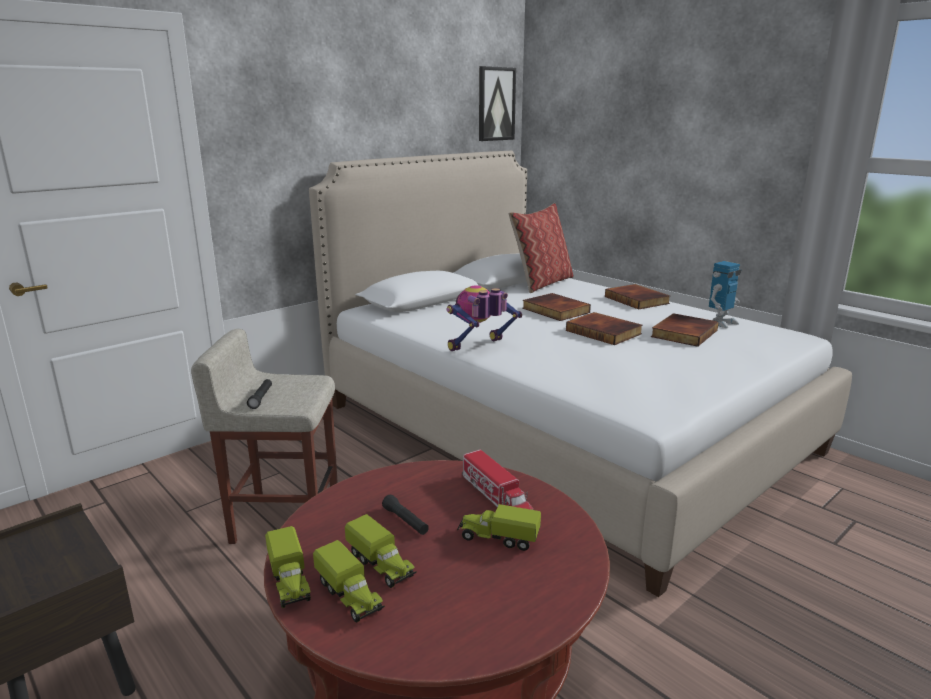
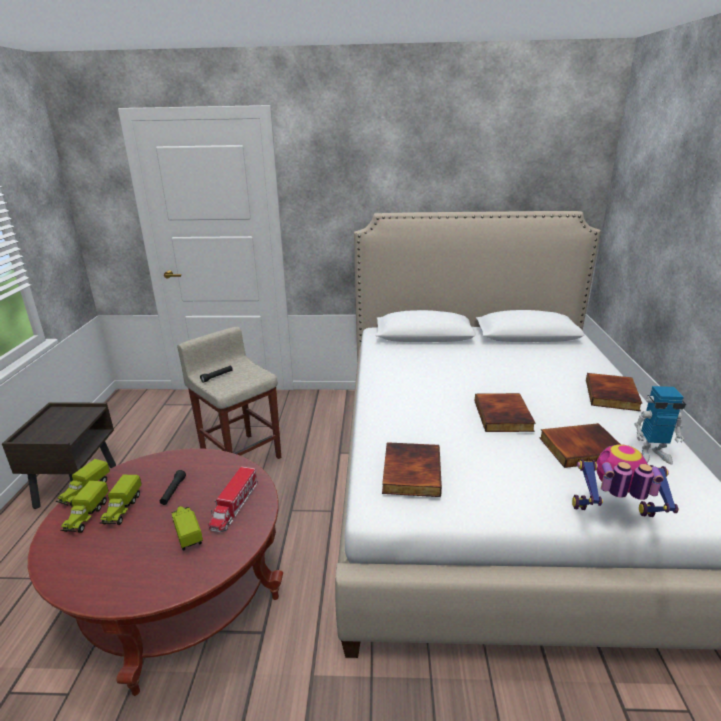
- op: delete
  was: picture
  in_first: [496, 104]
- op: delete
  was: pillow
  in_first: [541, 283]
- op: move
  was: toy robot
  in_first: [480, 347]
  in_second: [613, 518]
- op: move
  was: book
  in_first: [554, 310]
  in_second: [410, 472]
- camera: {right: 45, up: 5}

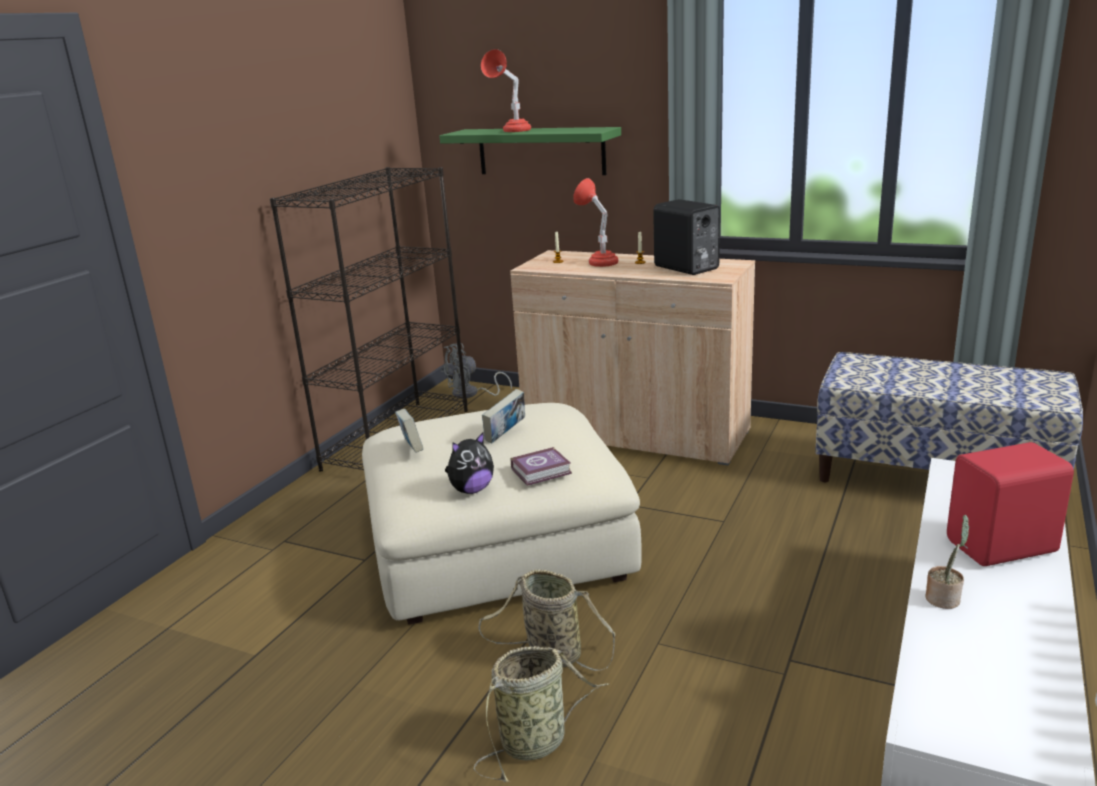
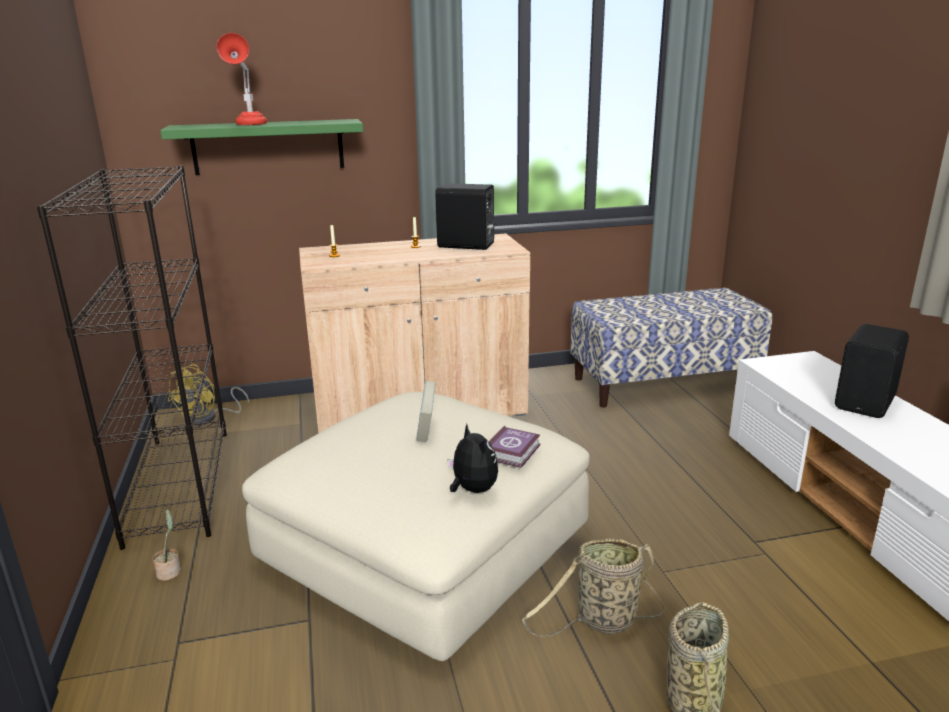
- op: delete
  was: book
  in_first: [411, 449]
- op: delete
  was: red table lamp
  in_first: [598, 262]
- op: move
  was: potted plant
  in_first: [944, 598]
  in_second: [170, 571]
- op: recolor
  was: grey fan
  now: yellow fan
  in_first: [471, 394]
  in_second: [208, 418]
- op: recolor
  was: red speaker
  now: black speaker
  in_first: [1004, 547]
  in_second: [867, 403]
- op: rotate
  was: plush toy
  in_first: [471, 490]
  in_second: [472, 490]
  clockwise: -45
- camera: {right: -40, up: 0}

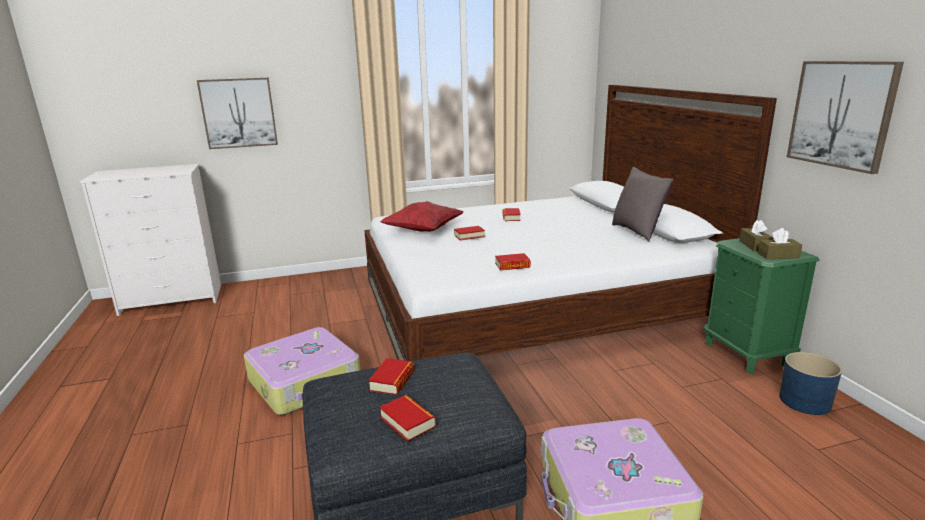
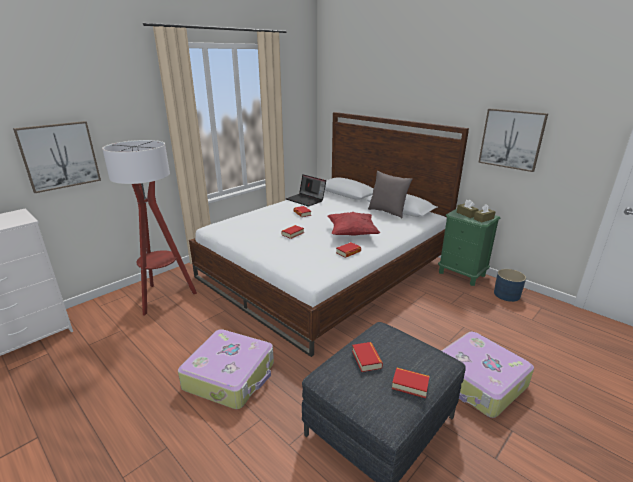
- op: insert
  now: floor lamp
  in_second: [164, 297]
- op: insert
  now: laptop
  in_second: [306, 200]
- op: move
  was: red pillow
  in_first: [423, 230]
  in_second: [352, 234]
- camera: {right: -30, up: 5}

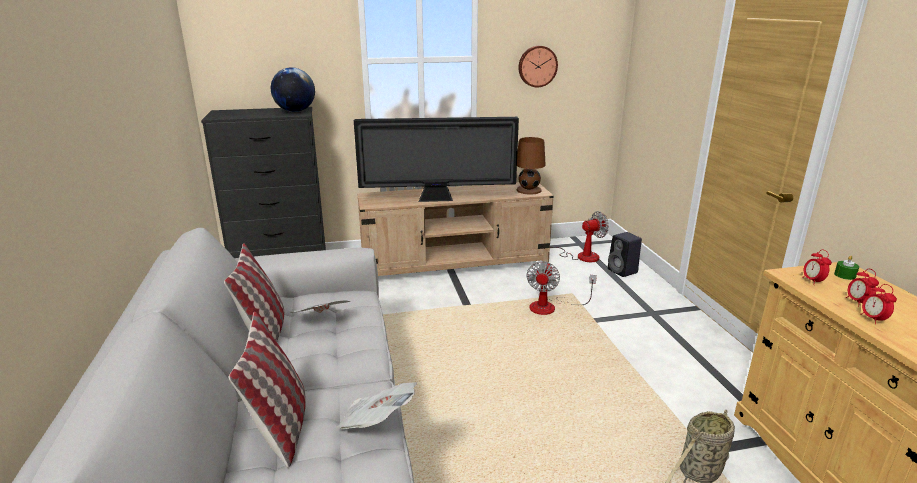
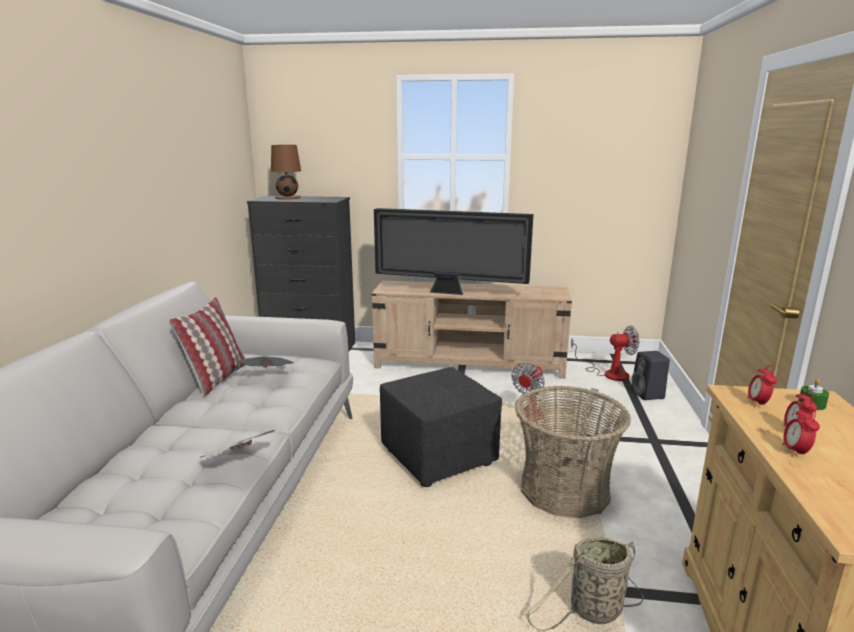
- op: delete
  was: pillow
  in_first: [281, 427]
- op: delete
  was: globe
  in_first: [295, 111]
- op: delete
  was: wall clock
  in_first: [537, 66]
- op: insert
  now: black ottoman
  in_second: [438, 457]
- op: insert
  now: basket
  in_second: [564, 491]
- op: move
  was: brown table lamp
  in_first: [529, 190]
  in_second: [288, 198]
- camera: {right: 20, up: -5}

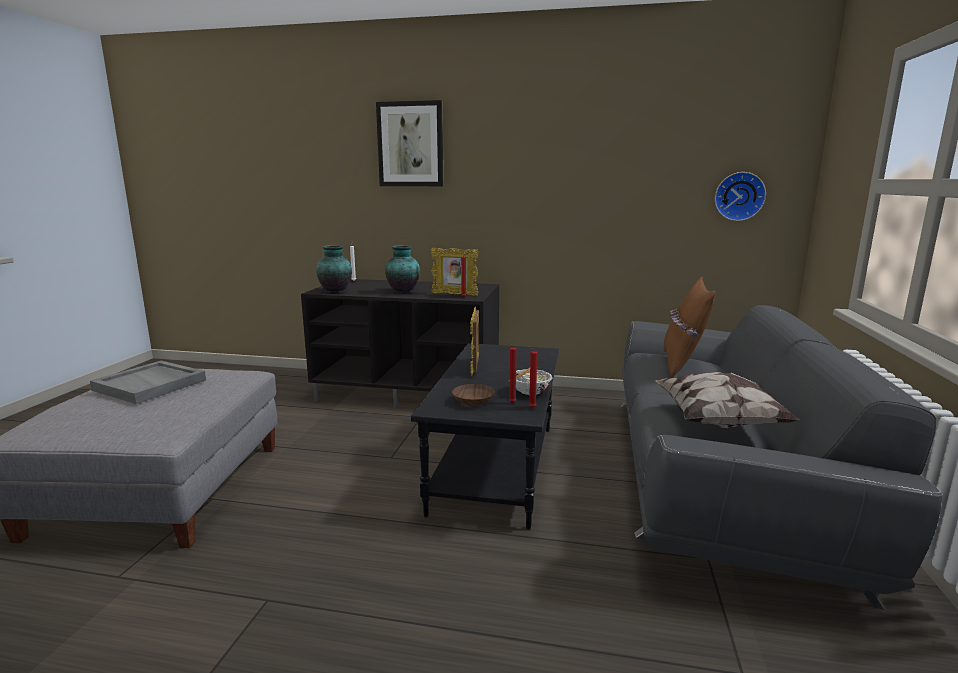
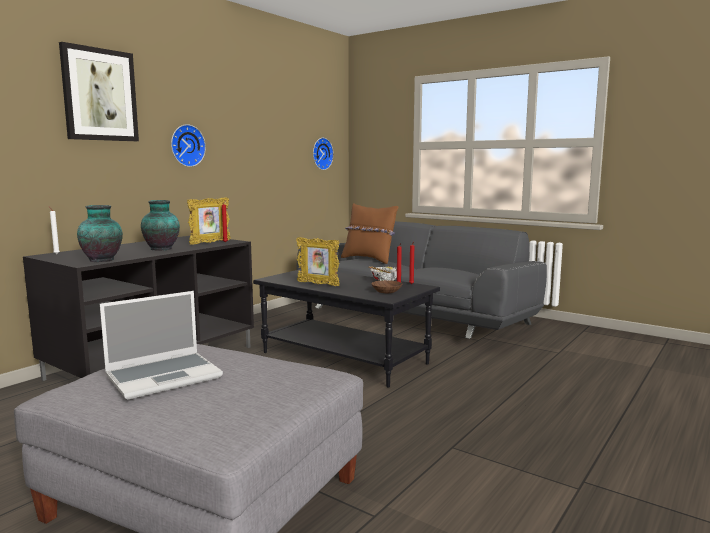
- op: delete
  was: pillow
  in_first: [719, 421]
- op: insert
  now: wall clock
  in_second: [186, 145]
- op: replace
  was: grey tray
  now: laptop
  in_first: [151, 385]
  in_second: [165, 376]
- camera: {right: -65, up: -5}

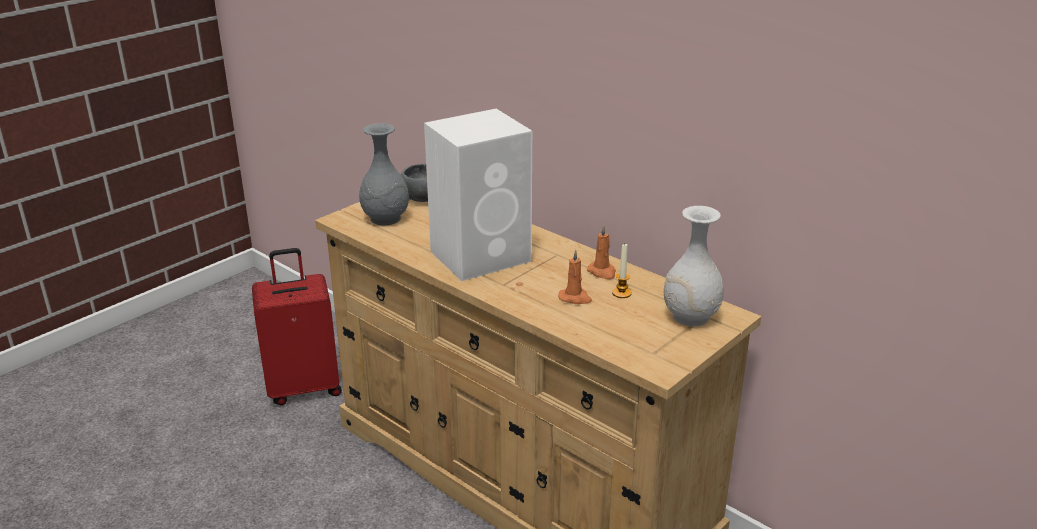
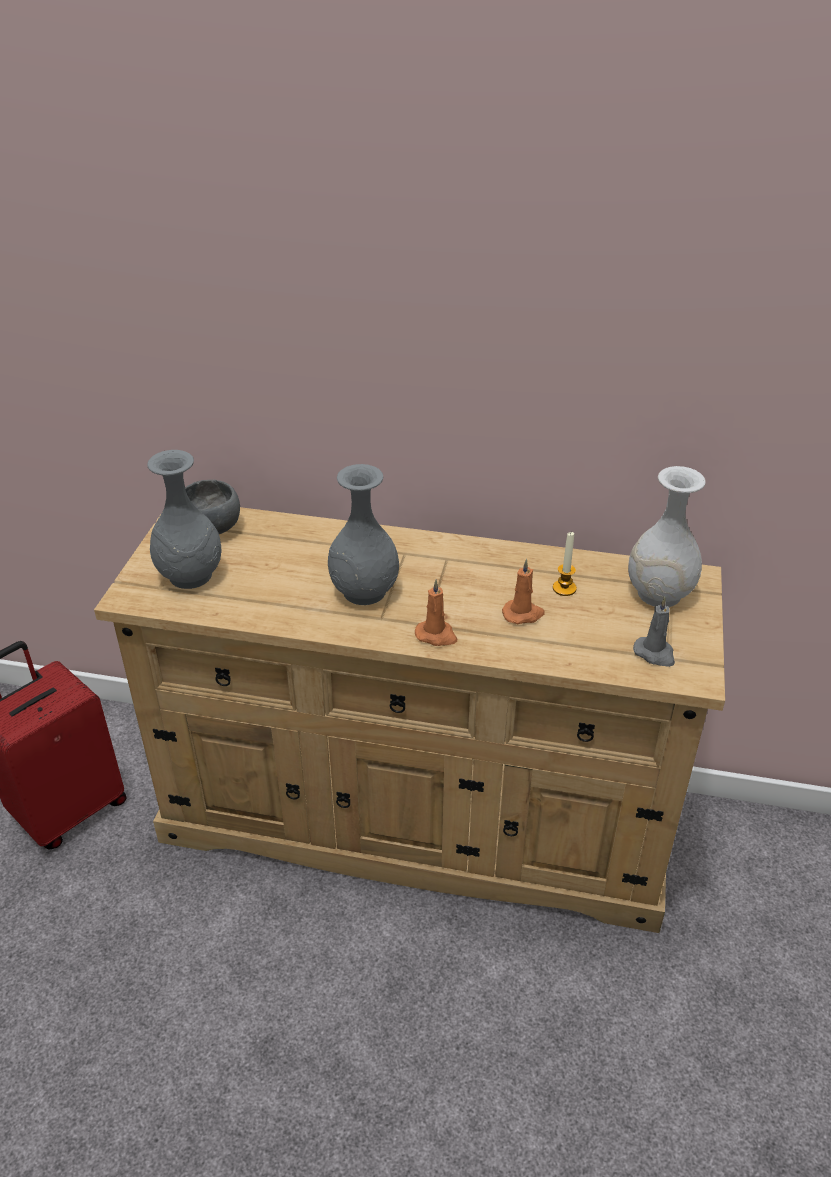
- op: insert
  now: grey candle
  in_second: [655, 654]
- op: move
  was: orange candle
  in_first: [602, 272]
  in_second: [436, 635]
- op: replace
  was: white speaker
  now: grey vase
  in_first: [482, 255]
  in_second: [364, 591]
- camera: {right: -30, up: 10}

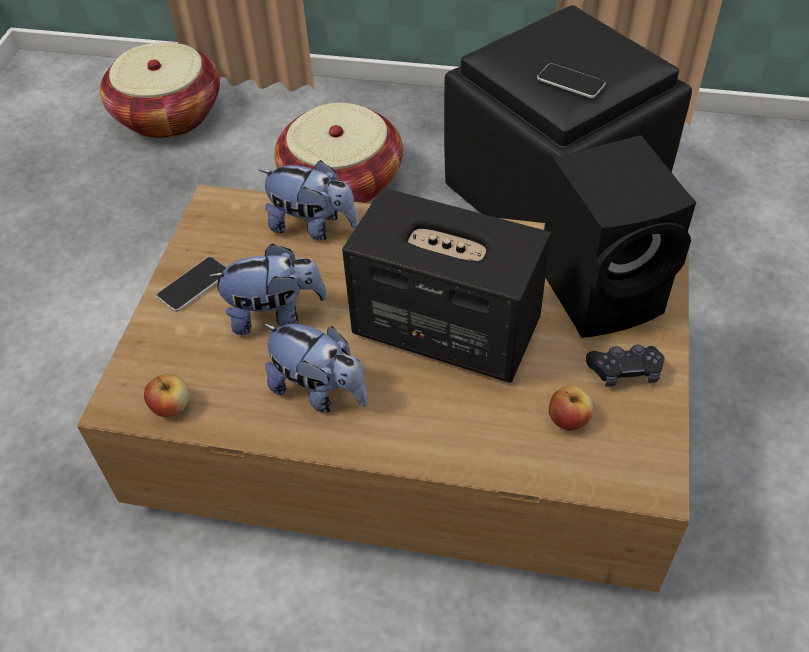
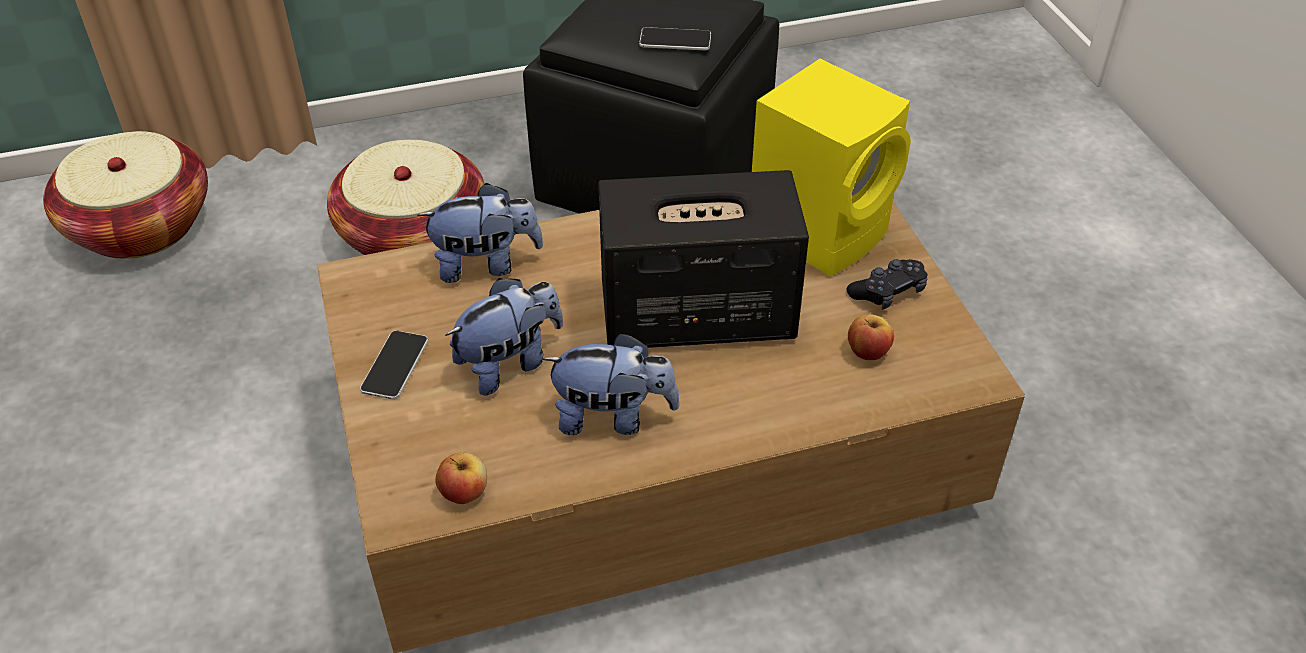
- op: recolor
  was: black speaker
  now: yellow speaker
  in_first: [605, 291]
  in_second: [822, 229]
- camera: {right: -30, up: -5}

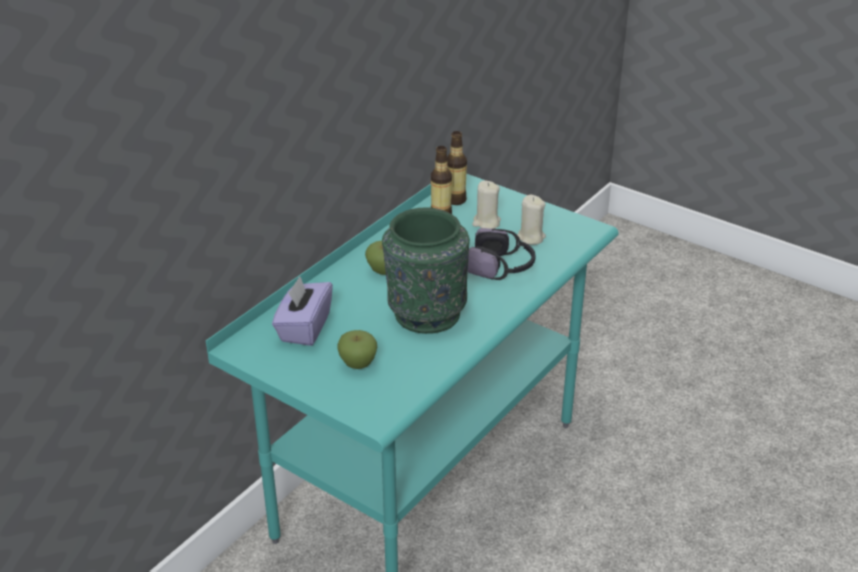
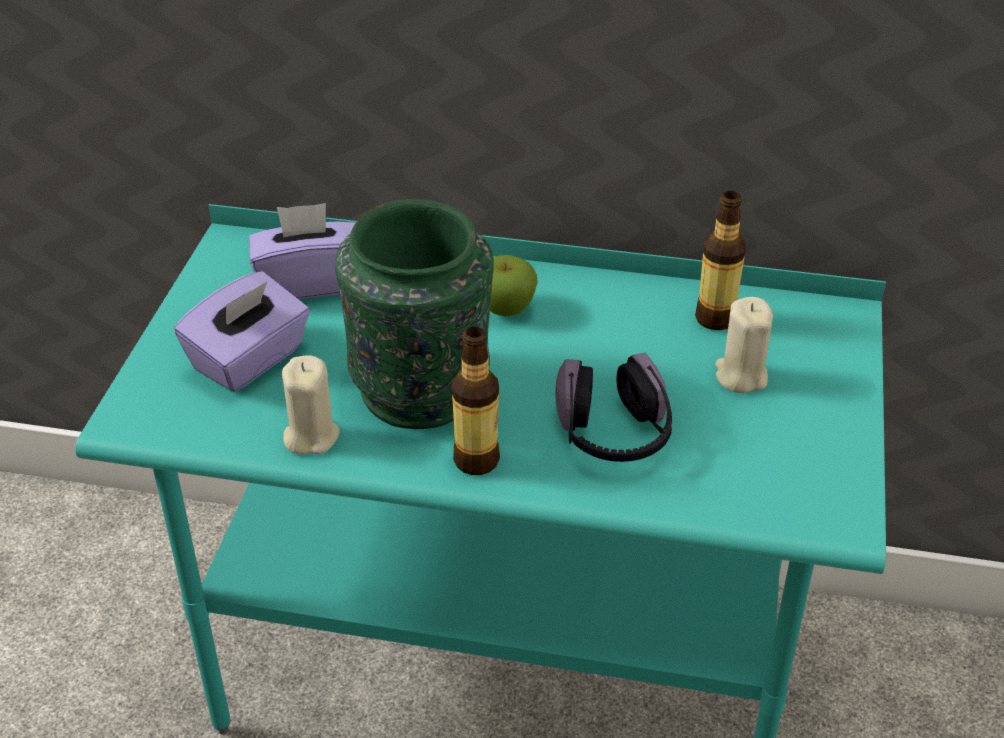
- op: move
  was: bottle
  in_first: [455, 200]
  in_second: [476, 460]
- op: move
  was: beige candle
  in_first: [530, 237]
  in_second: [311, 436]
- op: replace
  was: apple
  now: purple tissue box
  in_first: [358, 364]
  in_second: [250, 360]
- camera: {right: 65, up: 5}

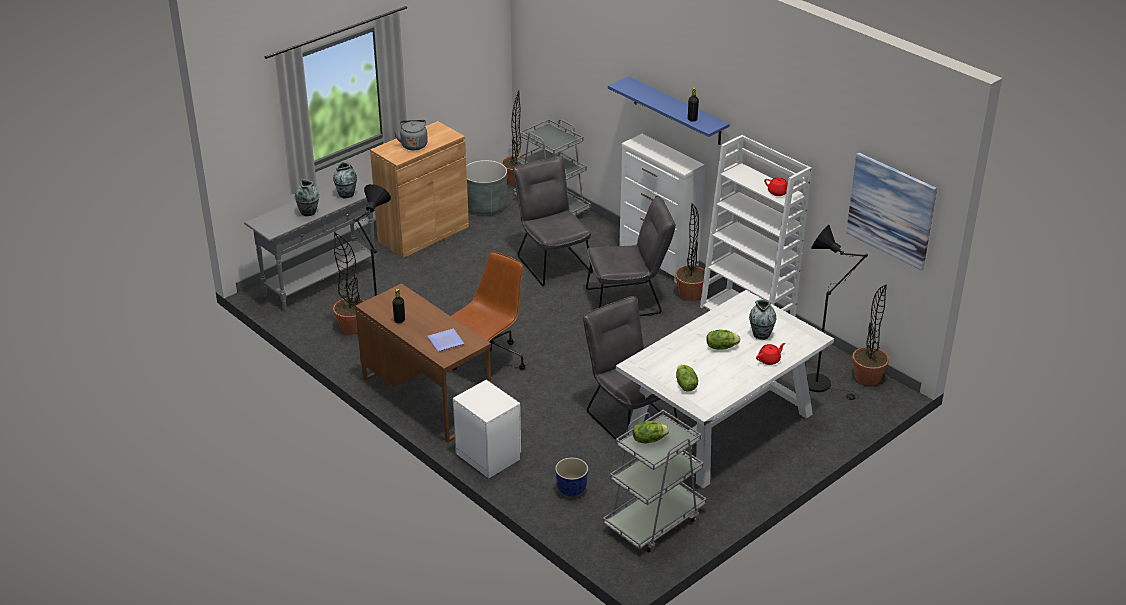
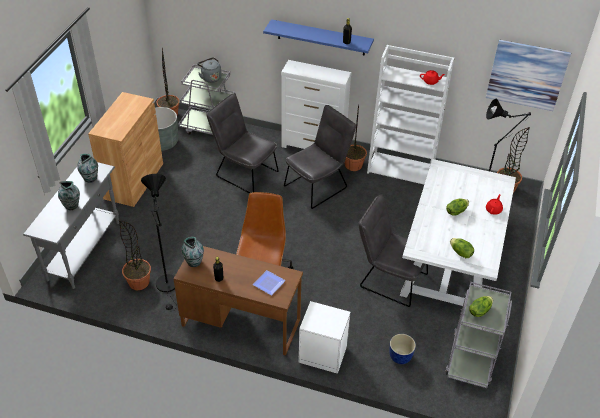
- op: move
  was: grey kettle
  in_first: [414, 145]
  in_second: [210, 77]
- op: move
  was: vase
  in_first: [761, 334]
  in_second: [194, 261]
- camera: {right: -30, up: 10}

